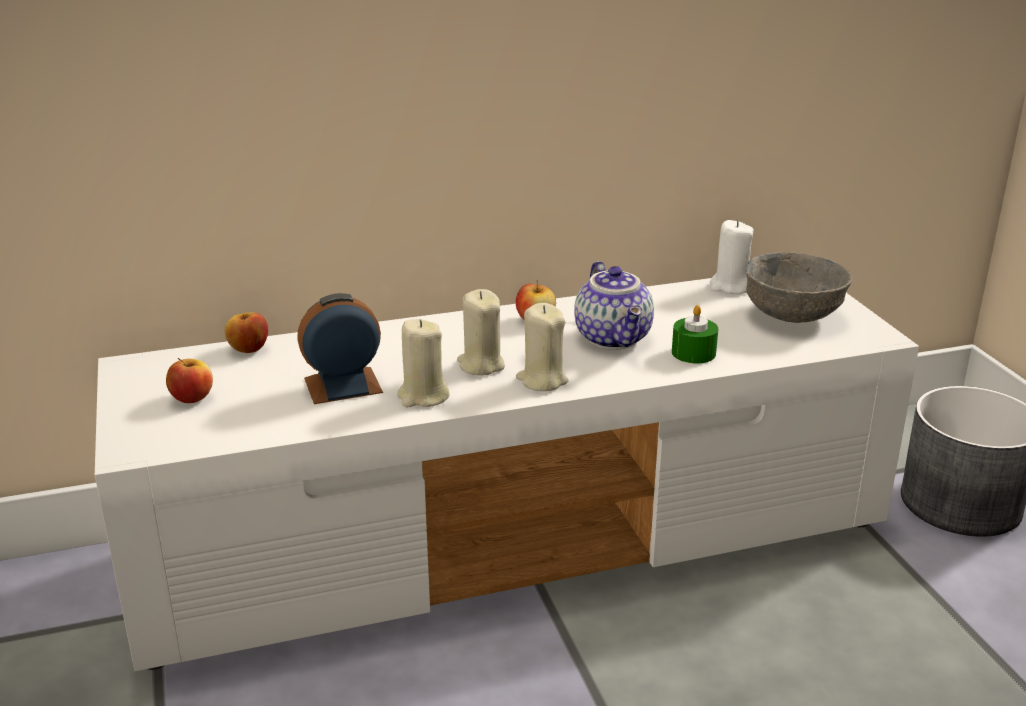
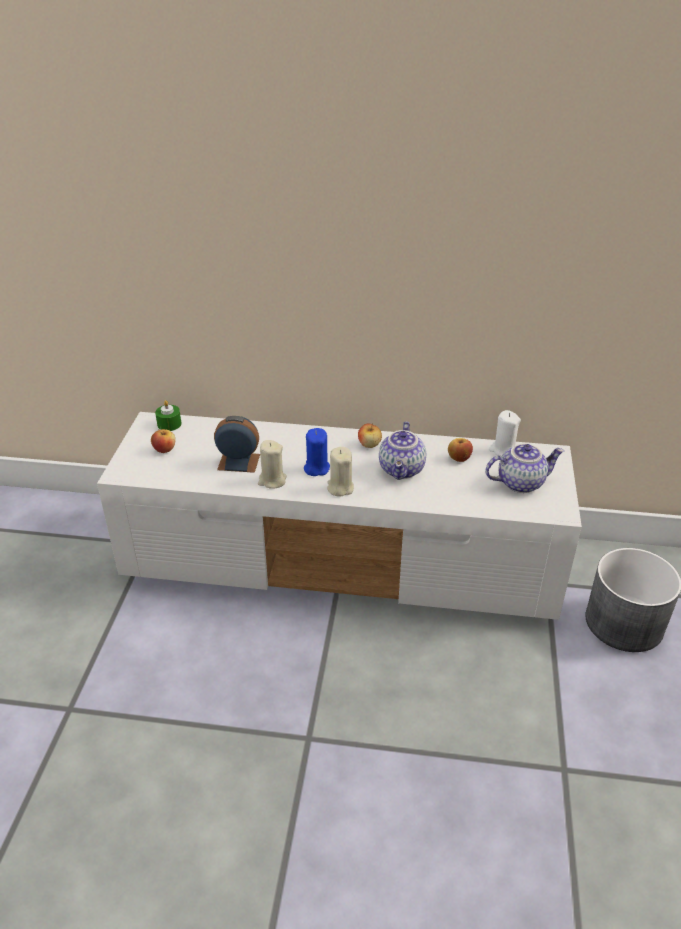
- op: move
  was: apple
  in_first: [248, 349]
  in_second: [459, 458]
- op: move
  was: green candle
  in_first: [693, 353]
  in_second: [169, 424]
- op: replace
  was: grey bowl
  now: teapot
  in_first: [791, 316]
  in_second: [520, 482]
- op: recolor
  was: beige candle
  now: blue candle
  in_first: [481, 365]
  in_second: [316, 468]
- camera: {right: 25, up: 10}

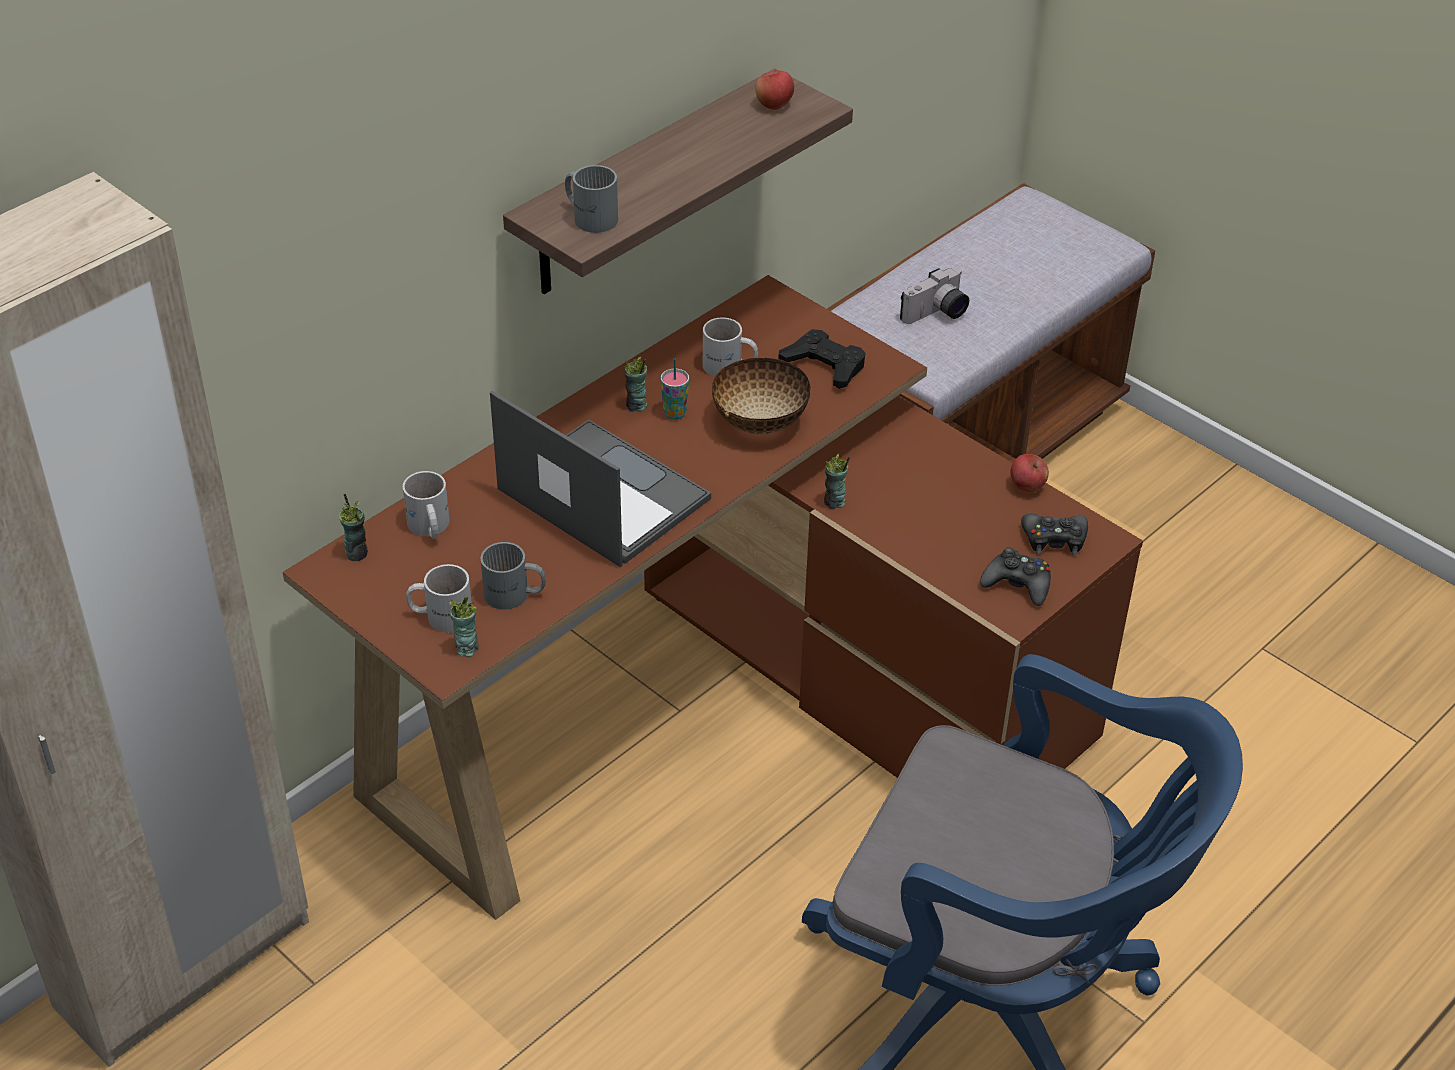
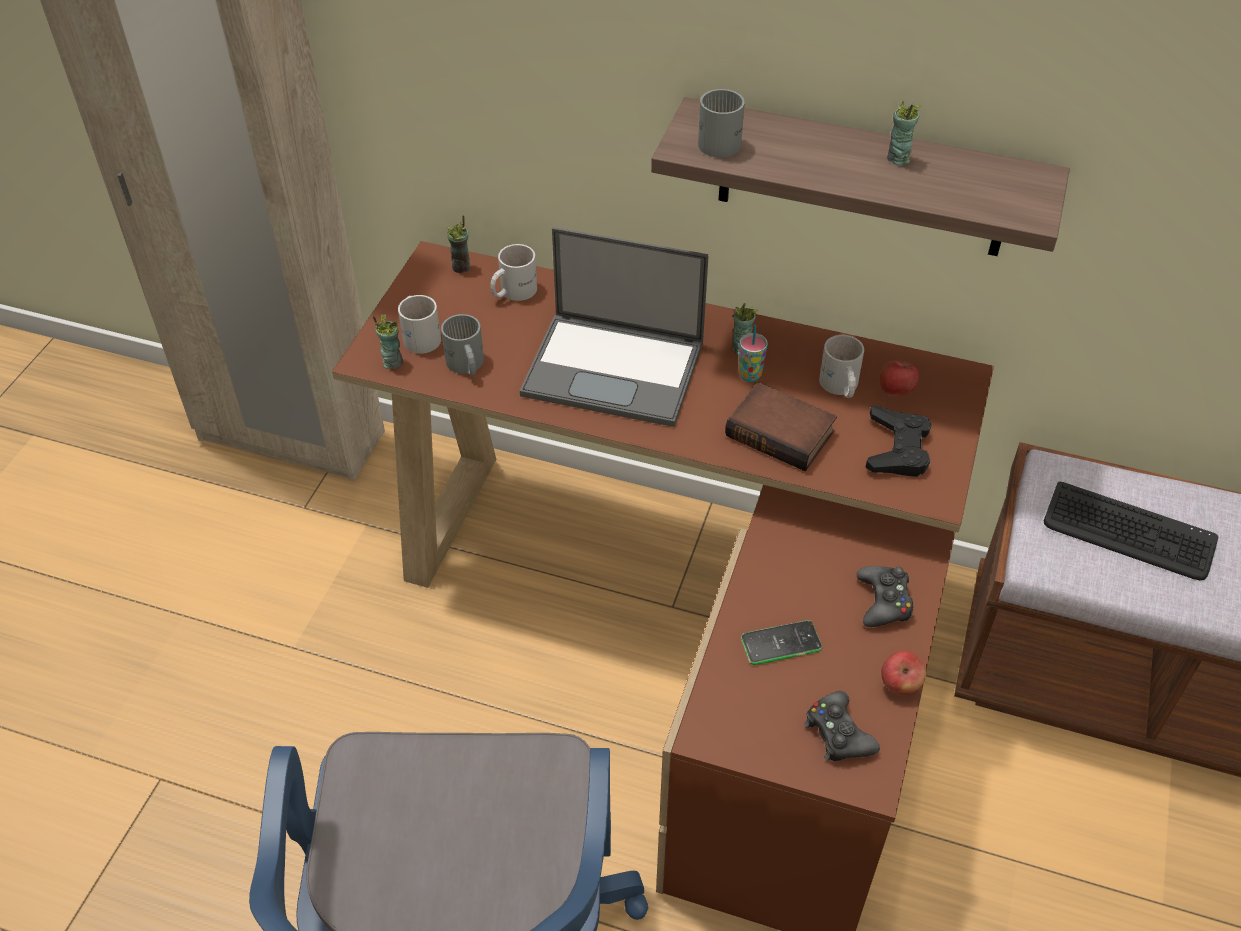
- op: insert
  now: phone
  in_second: [781, 643]
- op: move
  was: apple
  in_first: [774, 105]
  in_second: [895, 391]
- op: move
  was: cup
  in_first: [834, 502]
  in_second: [898, 158]
- op: move
  was: black game controller
  in_first: [1017, 584]
  in_second: [884, 602]
- op: replace
  was: bowl
  now: book
  in_first: [759, 421]
  in_second: [782, 432]
- op: replace
  was: photo camera
  now: keyboard
  in_first: [937, 314]
  in_second: [1128, 533]
- op: rotate
  was: laptop
  in_first: [600, 494]
  in_second: [616, 369]
  clockwise: 90
- camera: {right: 65, up: 5}

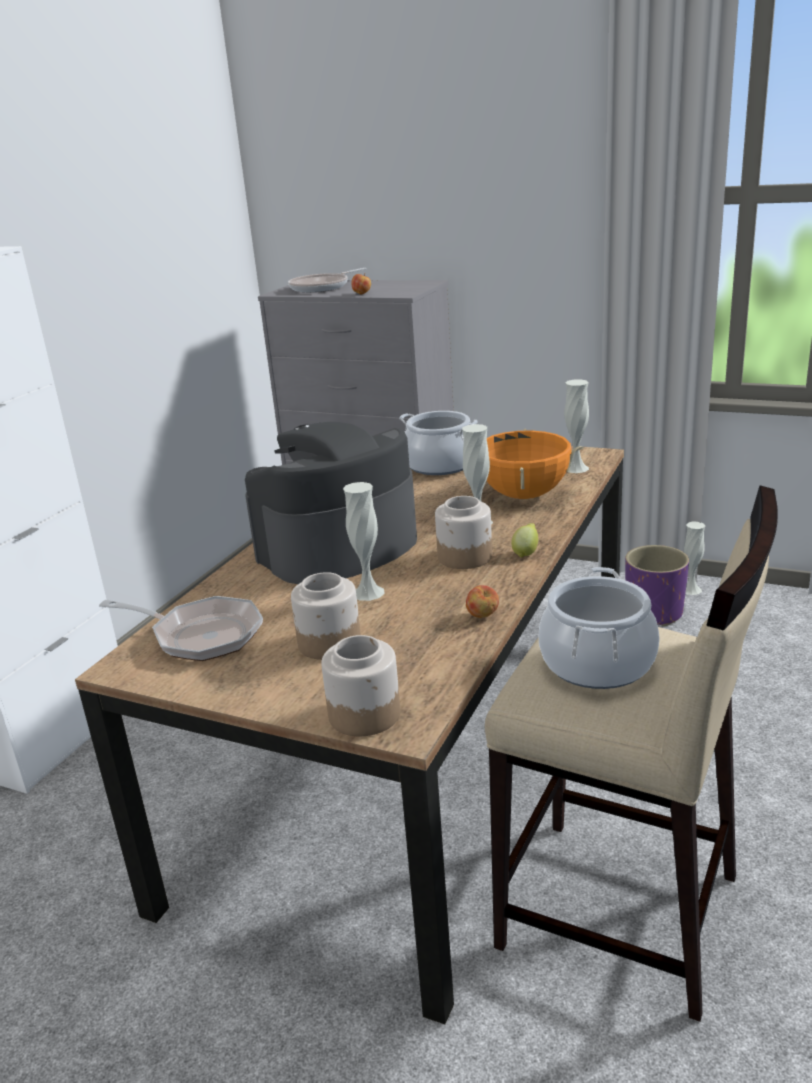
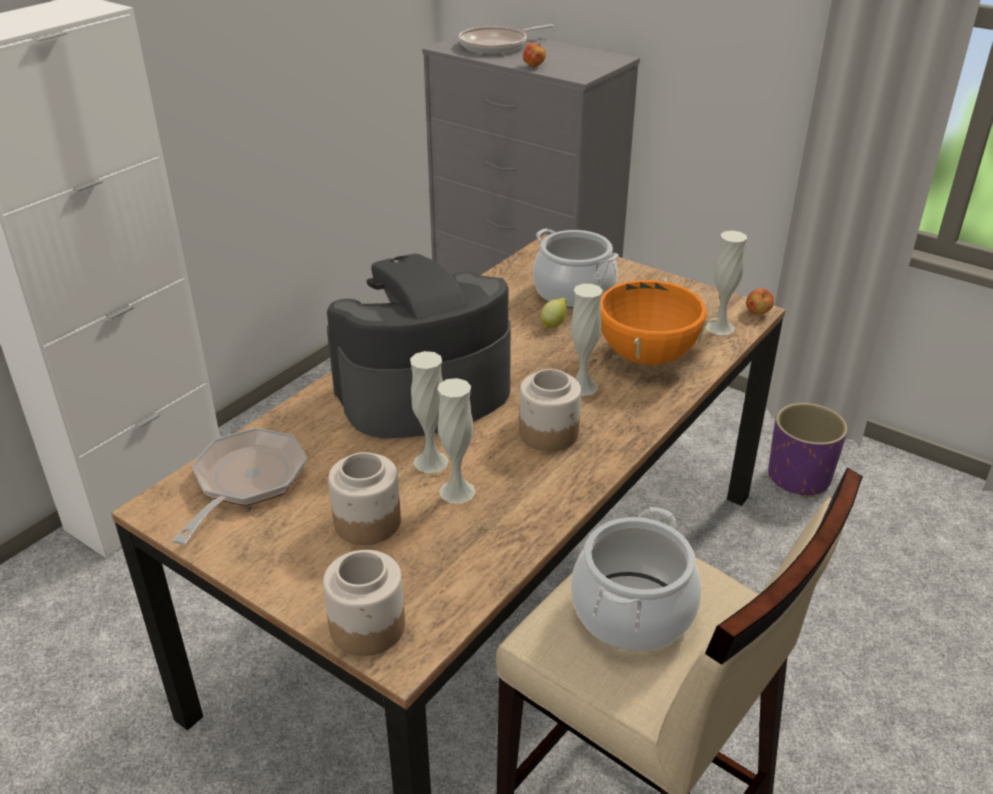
- op: move
  was: apple
  in_first: [482, 615]
  in_second: [758, 313]
- op: move
  was: lemon
  in_first: [526, 553]
  in_second: [554, 324]
- op: move
  was: white vase
  in_first: [691, 590]
  in_second: [457, 491]
- op: rotate
  was: frying pan
  in_first: [200, 635]
  in_second: [246, 482]
  clockwise: -105
- camera: {right: 10, up: 10}

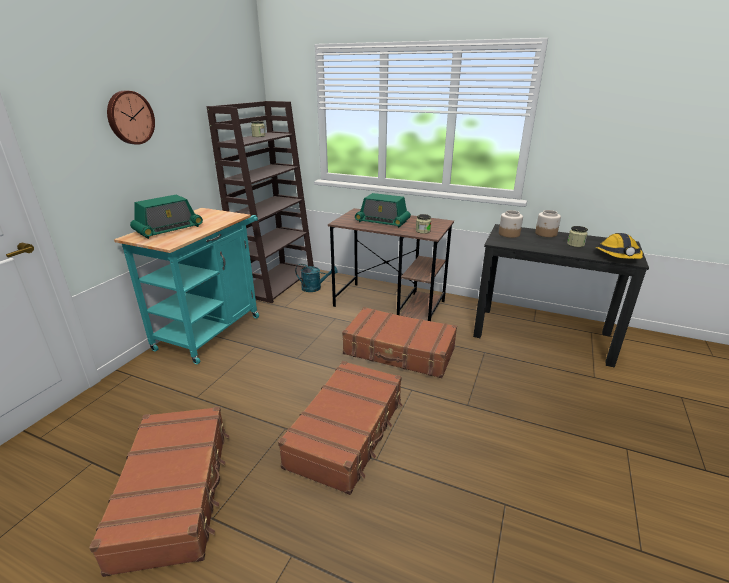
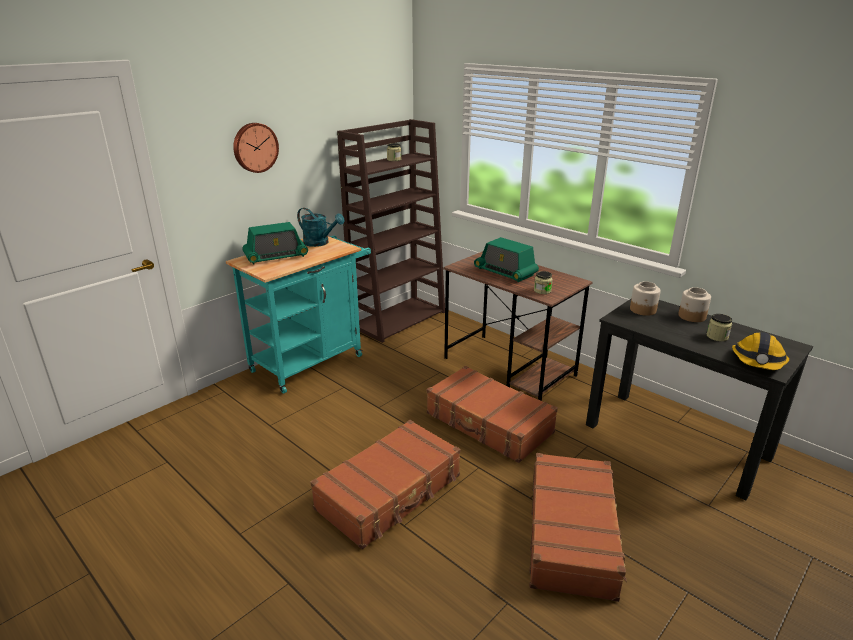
- op: move
  was: brown suitcase
  in_first: [176, 492]
  in_second: [572, 534]
- op: move
  was: turquoise watering can
  in_first: [315, 288]
  in_second: [320, 243]
- camera: {right: 20, up: 0}

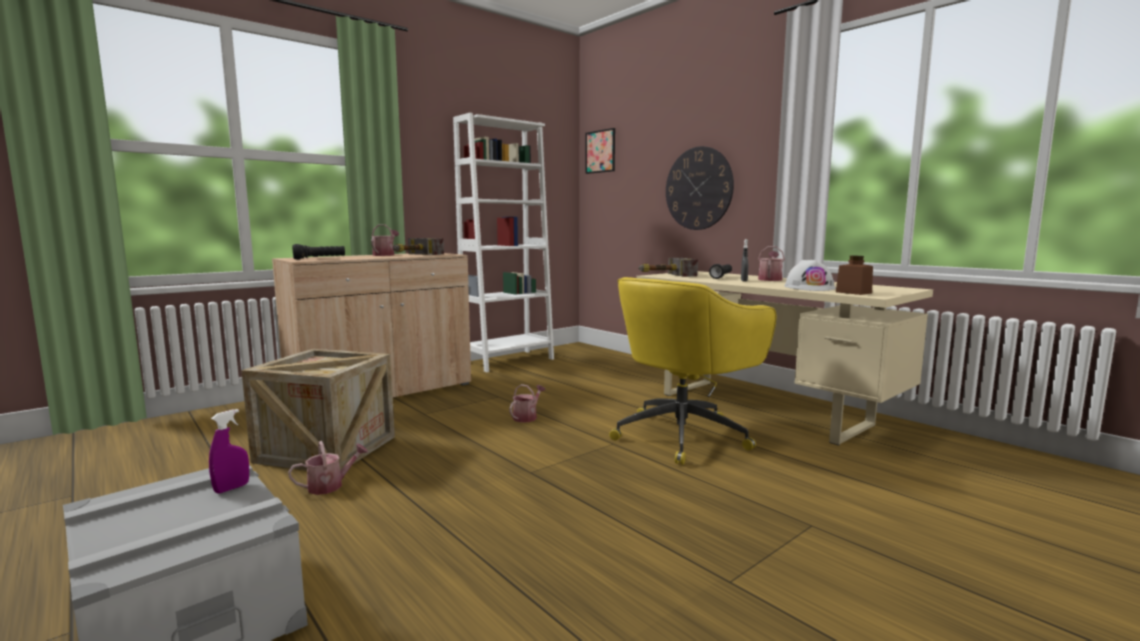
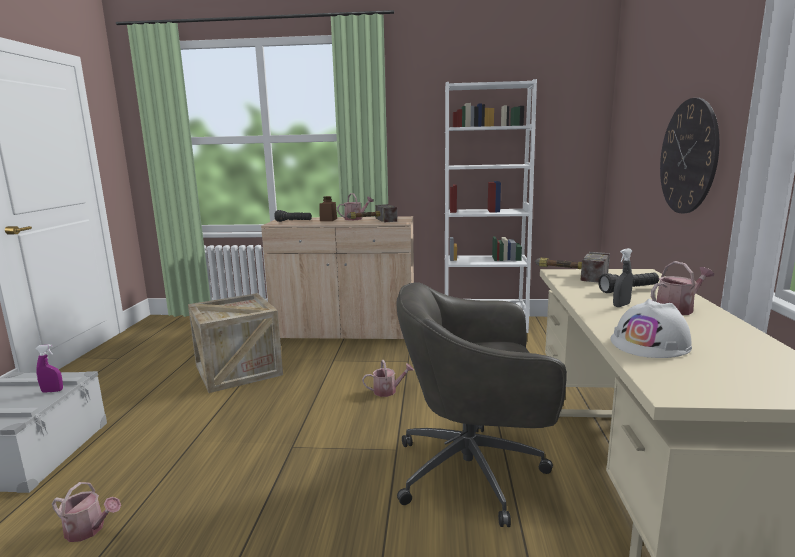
- op: delete
  was: picture
  in_first: [600, 151]
- op: move
  was: watering can
  in_first: [330, 485]
  in_second: [89, 530]
- op: move
  was: brown jar
  in_first: [853, 292]
  in_second: [328, 220]
- op: recolor
  was: yellow office chair
  now: grey office chair
  in_first: [683, 435]
  in_second: [474, 472]
- camera: {right: 45, up: 5}

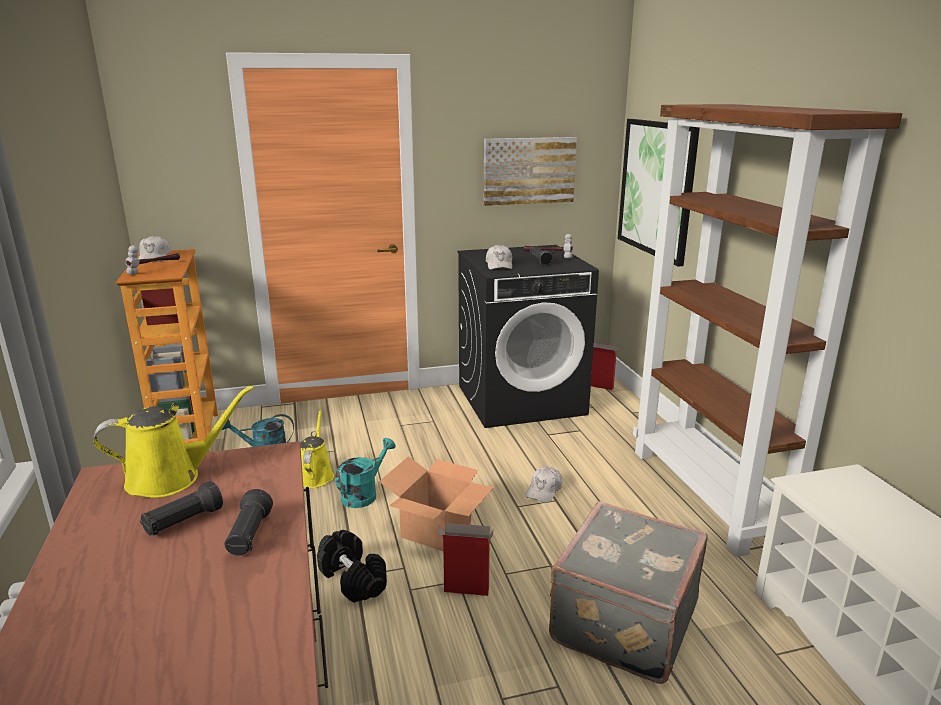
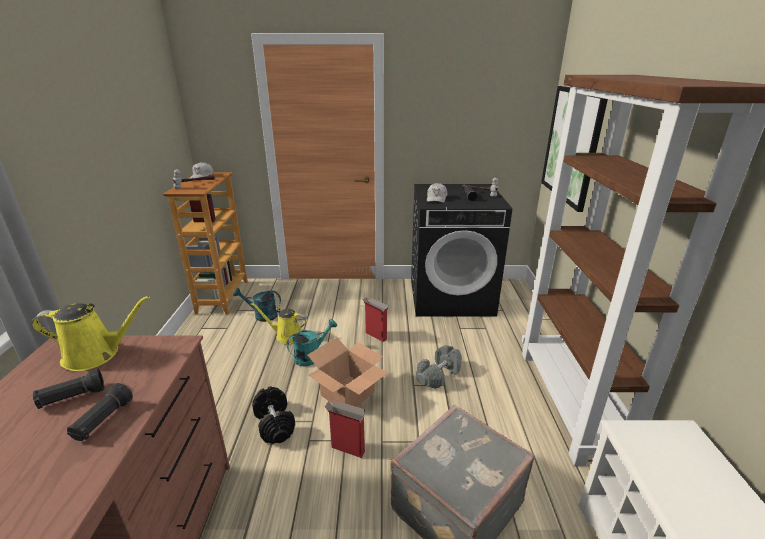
- op: delete
  was: picture
  in_first: [529, 170]
- op: move
  was: cardboard box
  in_first: [599, 386]
  in_second: [375, 335]
- op: replace
  was: white cap
  now: grey dumbbell
  in_first: [544, 490]
  in_second: [438, 375]
- op: rotate
  was: yellow watering can
  in_first: [315, 475]
  in_second: [286, 336]
  clockwise: -90
- camera: {right: 15, up: 5}

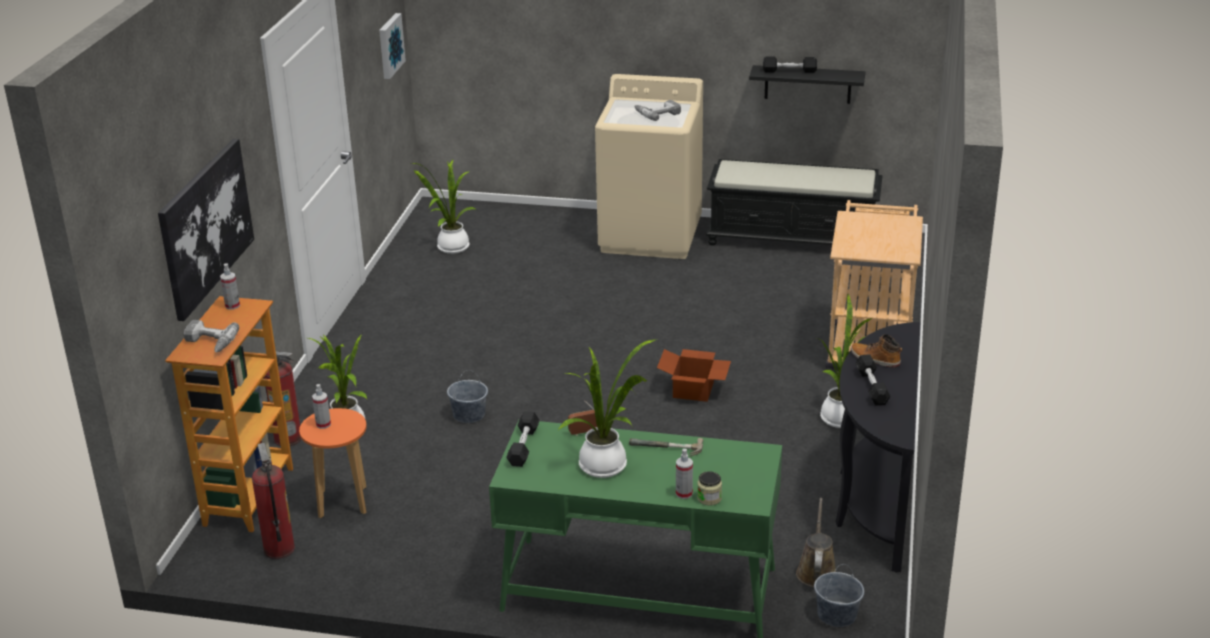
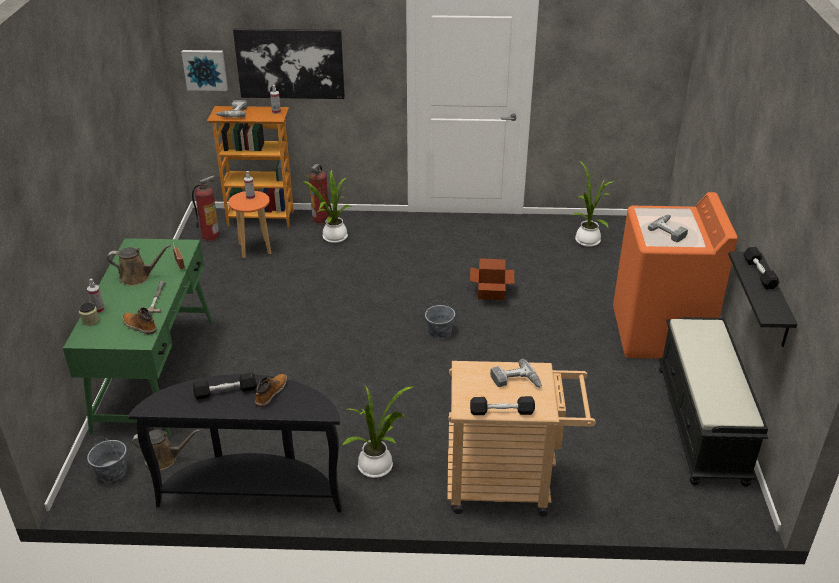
- op: insert
  now: boot
  in_second: [139, 326]
- op: insert
  now: power drill
  in_second: [516, 382]
- op: move
  was: picture
  in_first: [389, 45]
  in_second: [205, 69]
- op: move
  was: grey bucket
  in_first: [468, 415]
  in_second: [439, 331]
- op: move
  was: black dumbbell
  in_first: [523, 446]
  in_second: [502, 411]
- op: move
  was: cardboard box
  in_first: [694, 390]
  in_second: [490, 292]
- op: replace
  was: potted plant
  now: brown watering can
  in_first: [607, 466]
  in_second: [138, 277]
- op: recolor
  was: beige washing machine
  now: orange washing machine
  in_first: [651, 235]
  in_second: [659, 334]
- camera: {right: 80, up: 5}

